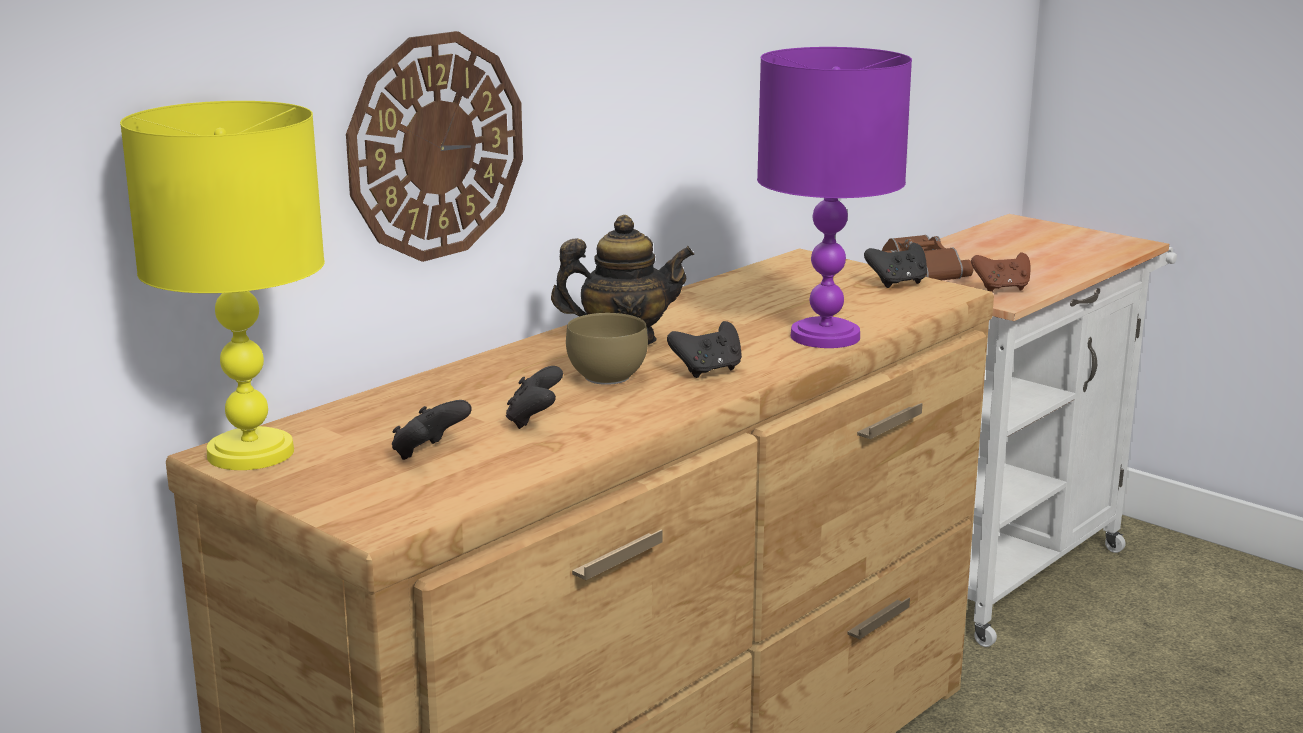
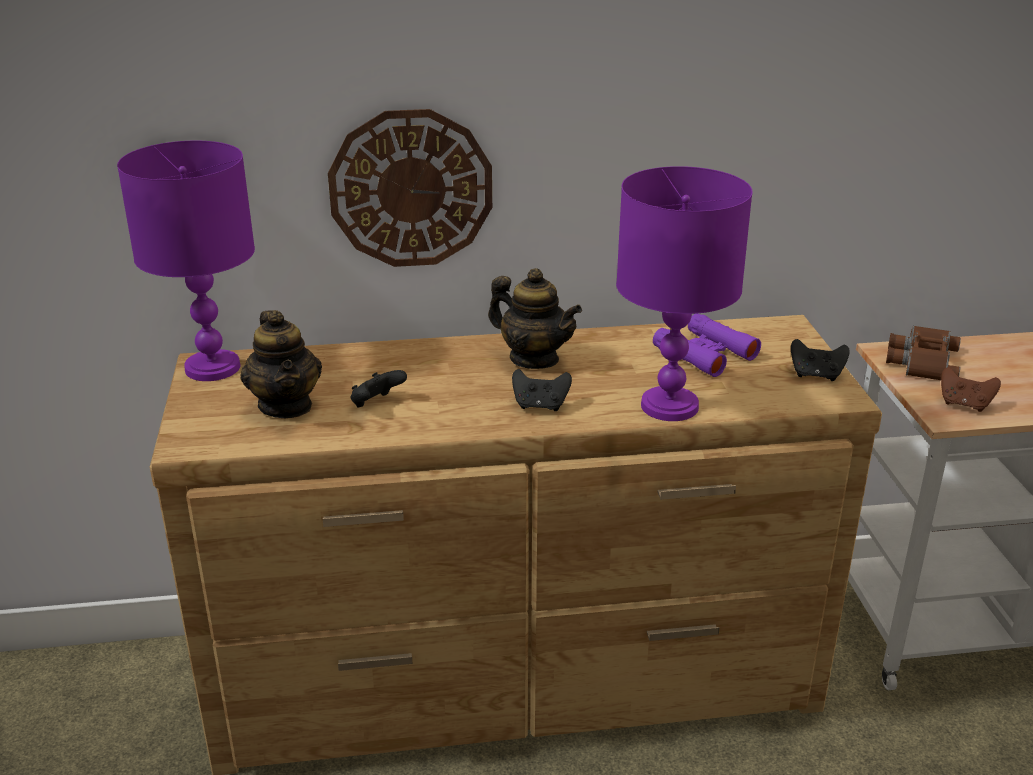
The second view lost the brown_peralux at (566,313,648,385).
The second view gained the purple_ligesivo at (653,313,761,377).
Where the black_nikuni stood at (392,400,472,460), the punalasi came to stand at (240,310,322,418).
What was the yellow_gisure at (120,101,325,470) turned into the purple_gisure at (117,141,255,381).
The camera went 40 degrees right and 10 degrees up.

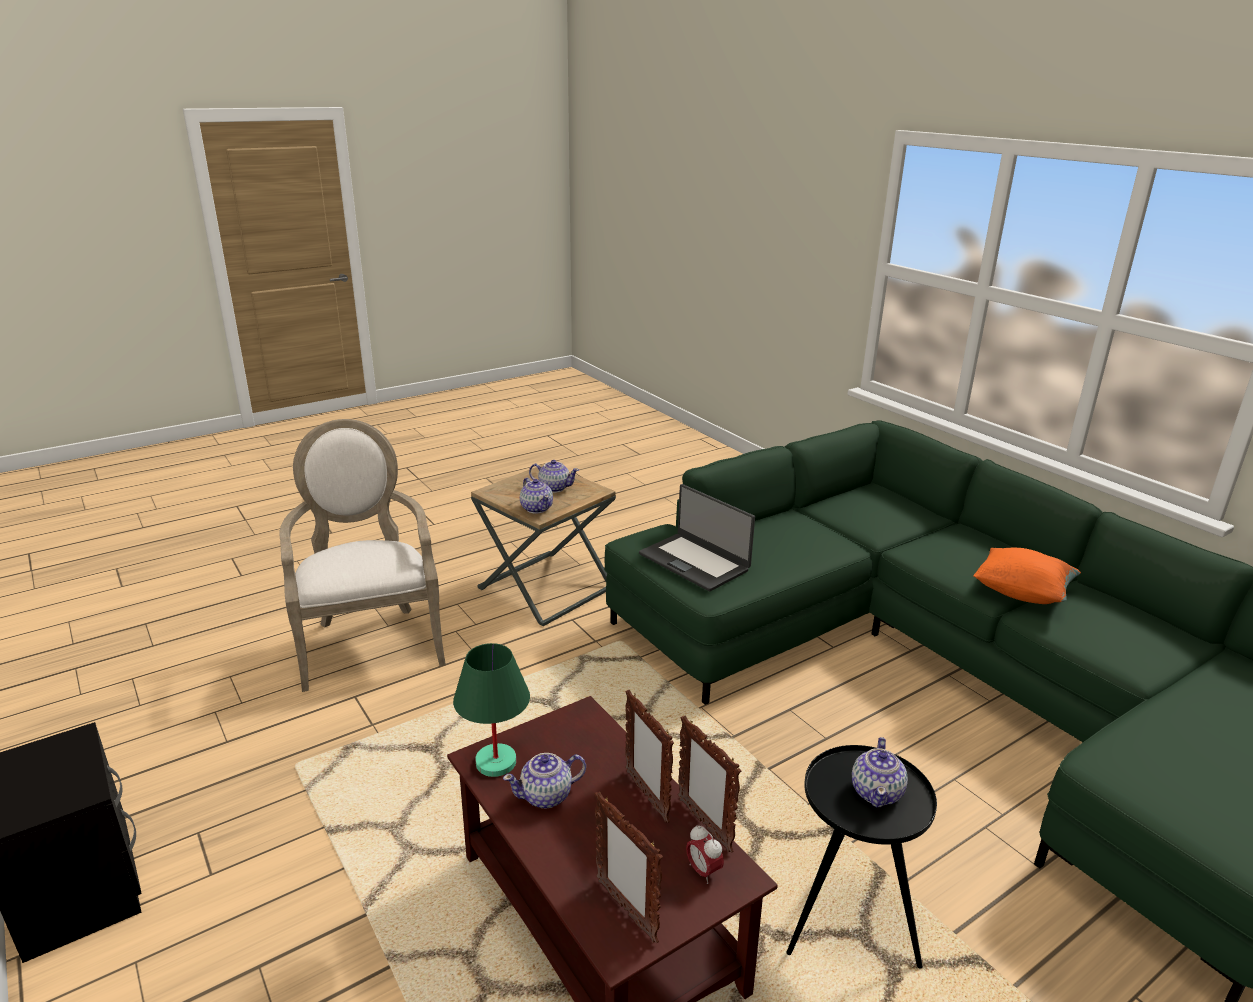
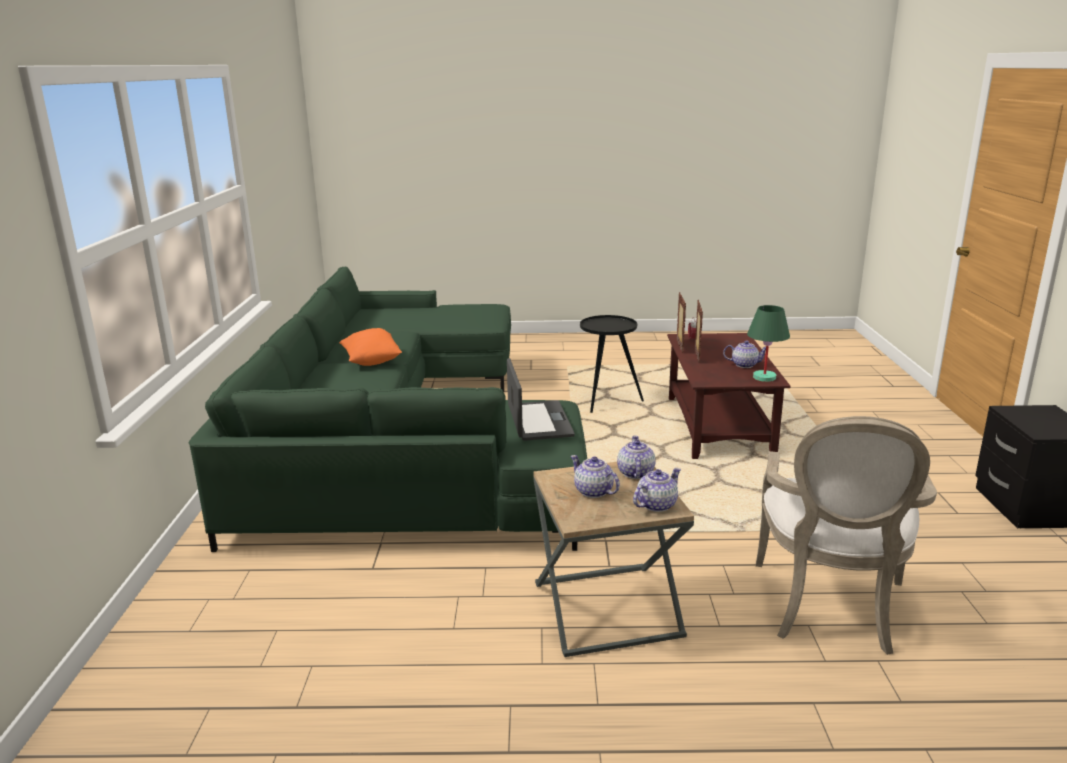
The second view lost the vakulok at (595,792,663,943).
The punalasi ended up elsewhere, having gone from (852,737,908,808) to (633,468,681,512).
The camera went 145 degrees left and 5 degrees down.

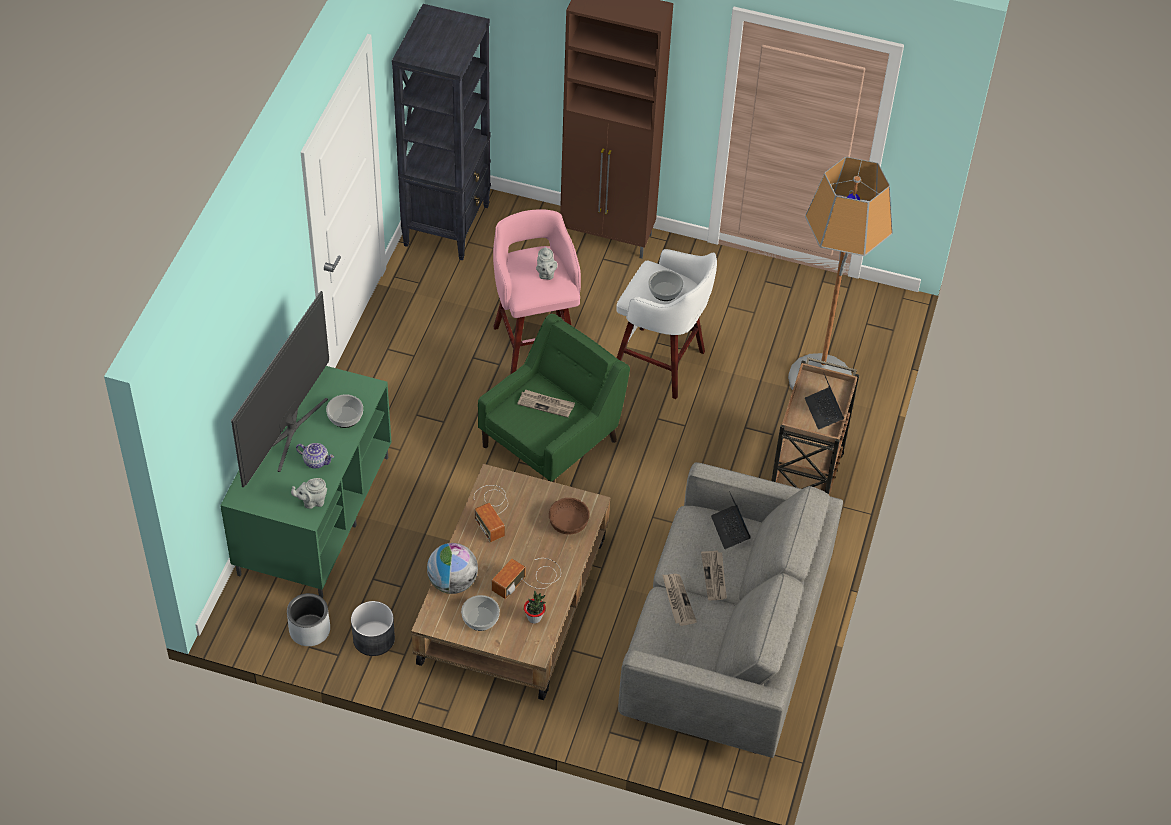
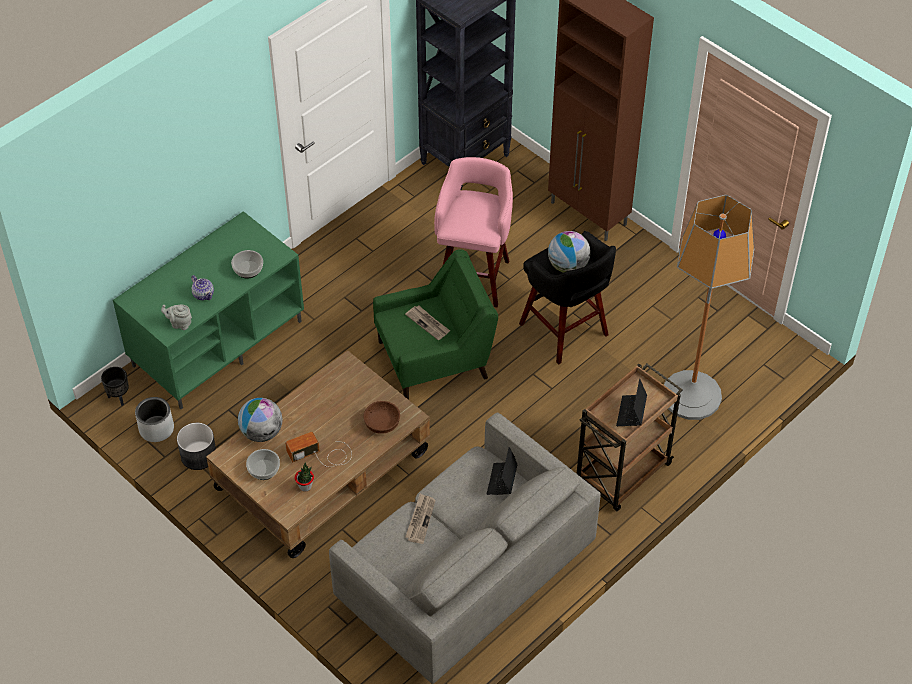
The second view lost the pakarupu at (231,291,329,487).
The second view lost the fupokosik at (474,485,508,542).
The second view lost the grey_punalasi at (536,247,558,280).
The second view lost the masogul at (701,551,727,600).
The second view gained the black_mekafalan at (101,367,129,406).
Where the peralux stood at (648,270,683,301), the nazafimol came to stand at (548,231,591,273).
What was the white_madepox at (616,249,717,399) turned into the black_madepox at (519,231,616,364).
The camera went 30 degrees right and 0 degrees up.

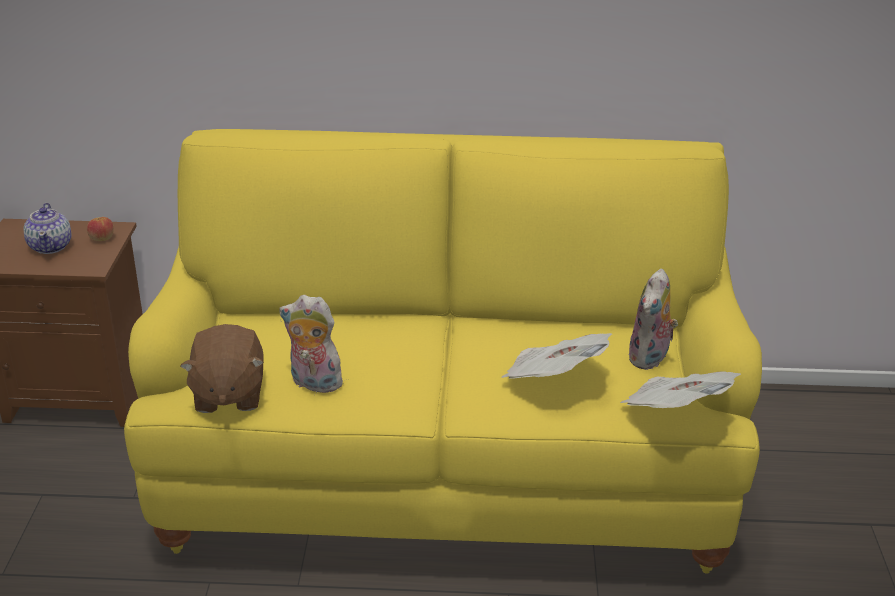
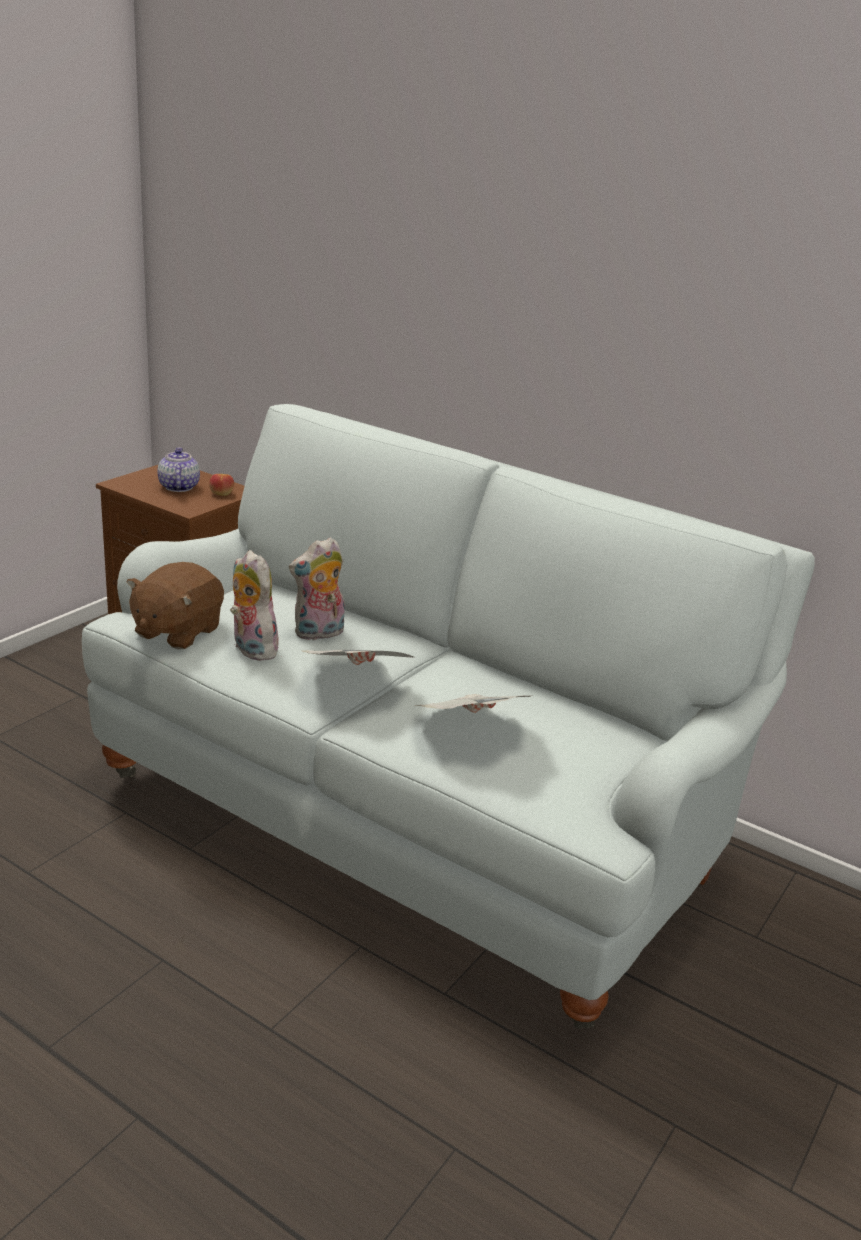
The masogul ended up elsewhere, having gone from (620,371,741,408) to (301,650,414,665).
The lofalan ended up elsewhere, having gone from (629,268,678,370) to (289,537,345,641).
What was the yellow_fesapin at (124,129,762,574) turned into the white_fesapin at (82,404,815,1029).
The punalasi at (24,203,71,254) ended up facing another way, 150 degrees clockwise from before.
The camera went 30 degrees right and 5 degrees down.

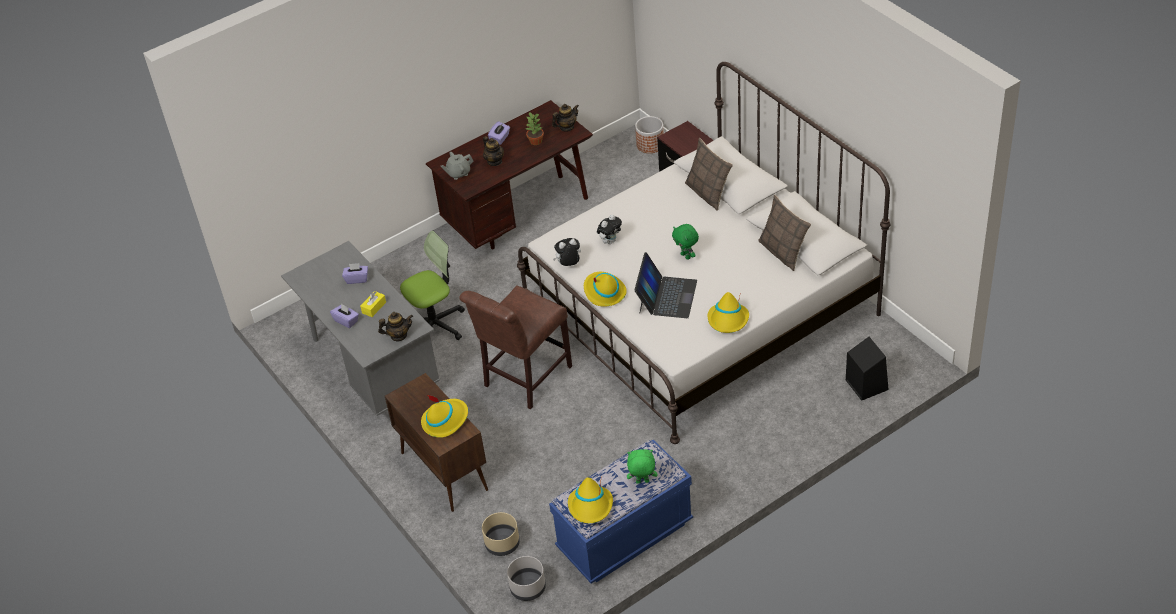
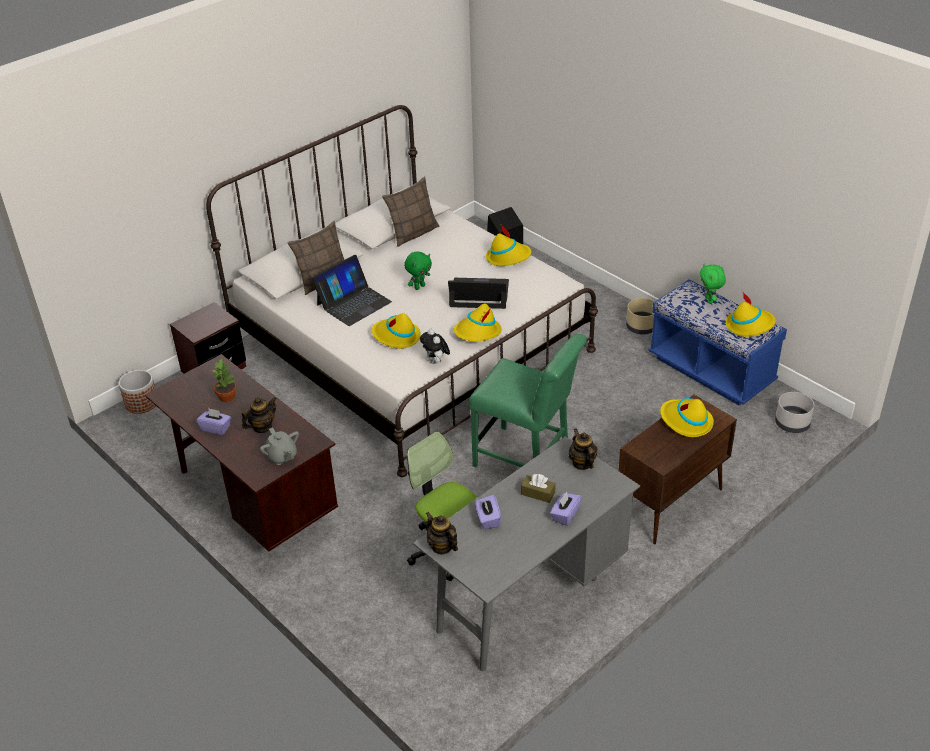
The second view gained the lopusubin at (312,255,392,326).
The beige_mekafalan ended up elsewhere, having gone from (482,512,520,556) to (626,298,655,334).
The punalasi ended up elsewhere, having gone from (552,104,579,131) to (426,512,458,555).
Where the lofalan stood at (597,215,622,244), the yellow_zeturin came to stand at (372,313,421,349).
What was the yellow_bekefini at (360,291,386,317) turned into the brown_bekefini at (521,474,556,503).
What was the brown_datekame at (459,285,572,409) turned into the green_datekame at (469,334,587,467).
The camera went 100 degrees left and 5 degrees down.

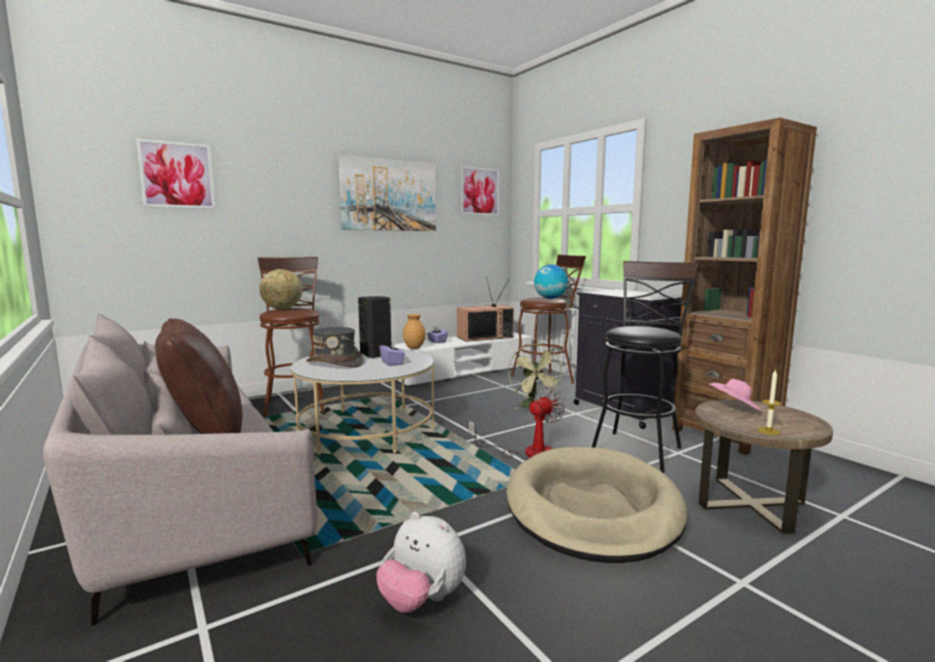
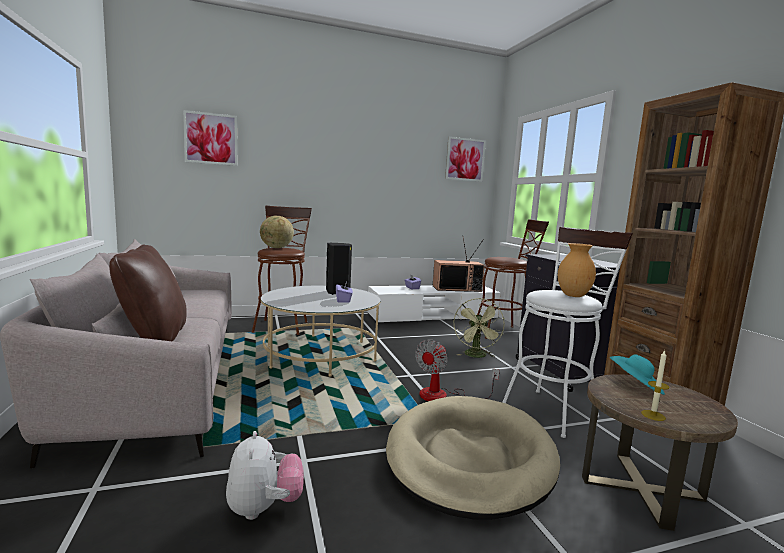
The second view lost the grey_zeturin at (306,327,364,367).
The second view lost the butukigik at (338,155,436,231).
The second view lost the nazafimol at (534,265,568,299).
The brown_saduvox ended up elsewhere, having gone from (403,314,426,349) to (558,243,596,297).
What was the black_madepox at (592,261,699,473) turned into the white_madepox at (502,227,633,438).
What was the pink_zeturin at (709,379,763,412) turned into the turquoise_zeturin at (610,354,665,395).
The lofalan at (376,512,466,613) ended up facing another way, 150 degrees counterclockwise from before.
The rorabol at (469,386,565,459) ended up facing another way, 150 degrees clockwise from before.
The camera went 15 degrees right and 0 degrees up.

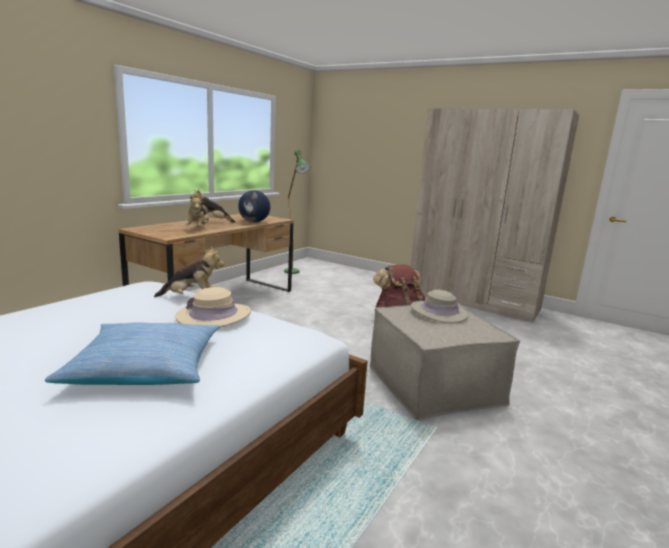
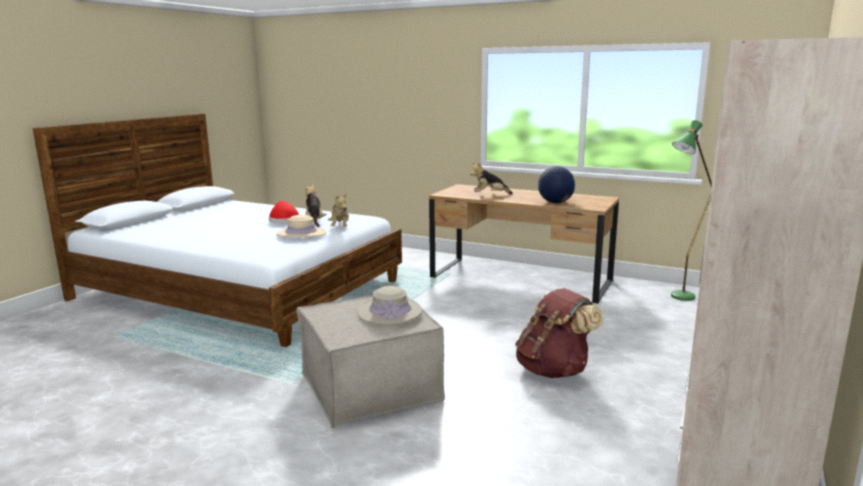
The second view lost the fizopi at (45,323,220,385).
The second view gained the red_zeturin at (269,201,299,223).
The lofalan ended up elsewhere, having gone from (190,189,235,223) to (304,184,326,227).
The camera went 85 degrees right and 0 degrees up.

